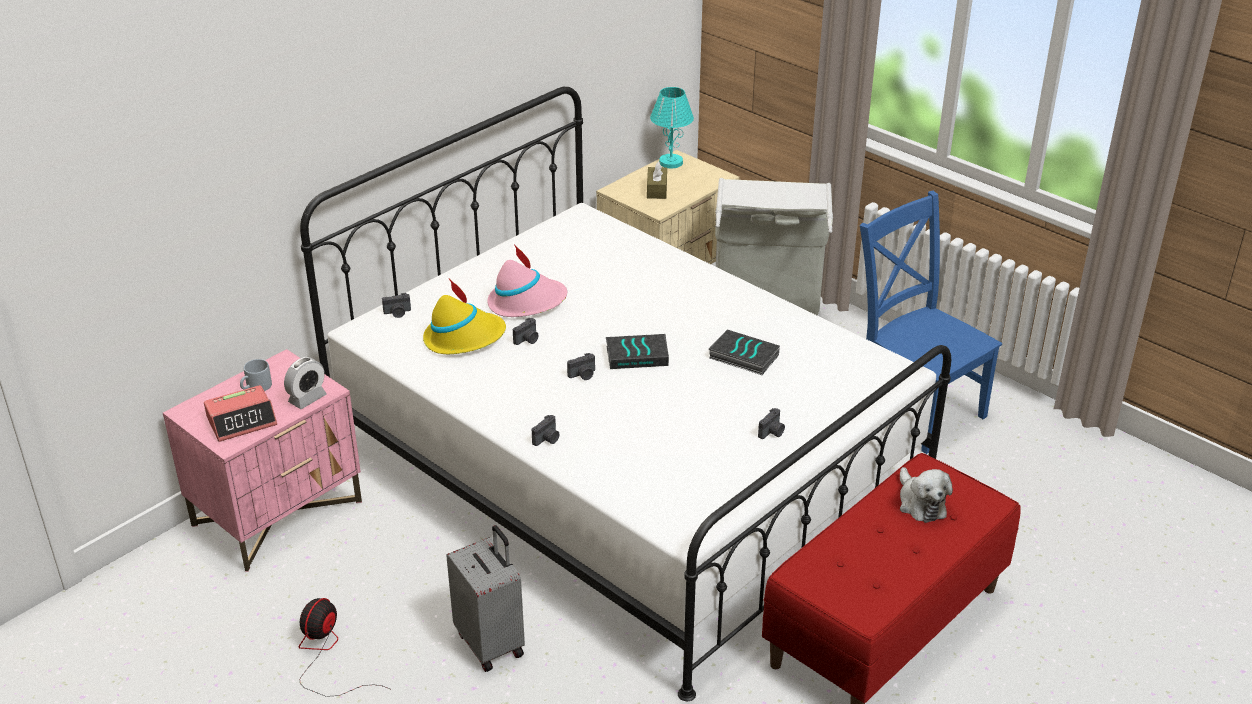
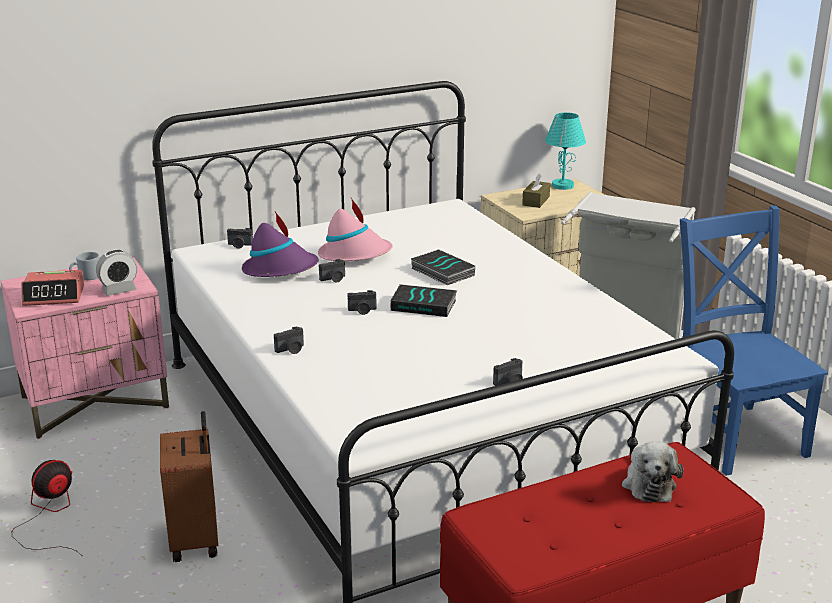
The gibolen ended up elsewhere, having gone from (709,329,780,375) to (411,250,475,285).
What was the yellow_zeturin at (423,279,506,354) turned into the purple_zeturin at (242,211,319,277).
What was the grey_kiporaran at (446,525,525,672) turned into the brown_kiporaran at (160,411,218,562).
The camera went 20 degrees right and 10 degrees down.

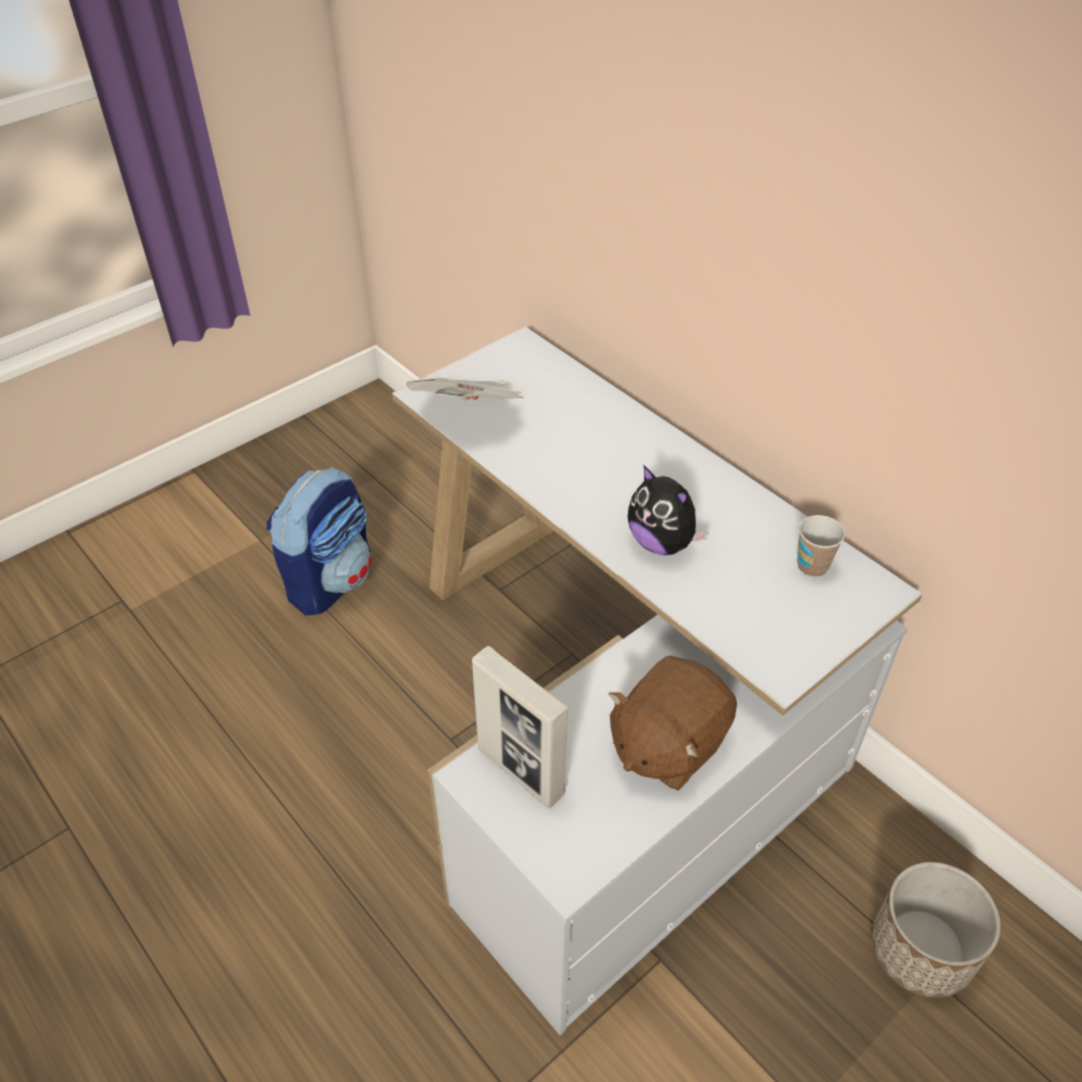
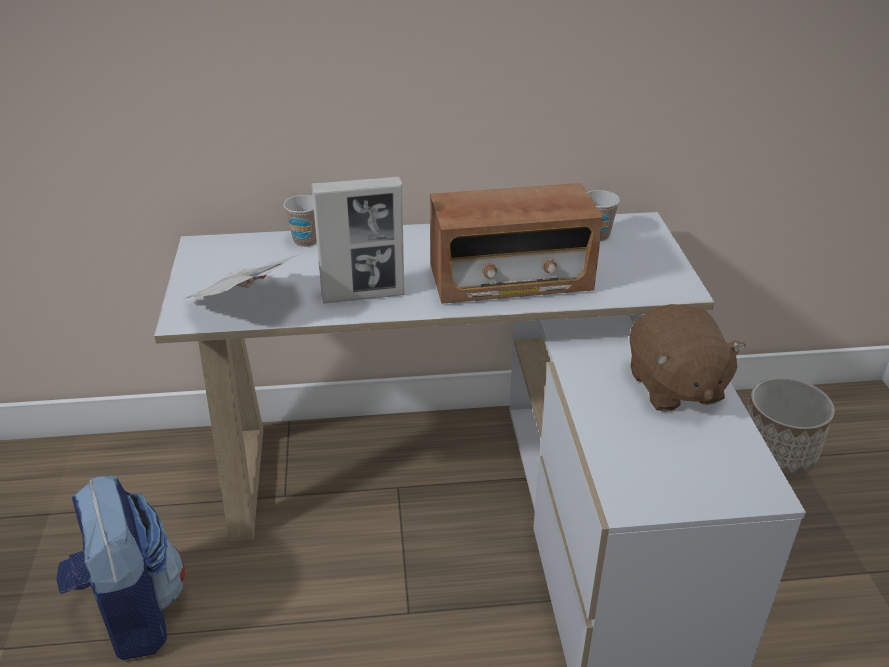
The second view gained the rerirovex at (284,195,317,247).
The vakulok ended up elsewhere, having gone from (472,645,569,808) to (311,177,405,304).
Where the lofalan stood at (628,466,709,555), the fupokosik came to stand at (430,183,603,304).
The camera went 55 degrees left and 10 degrees down.

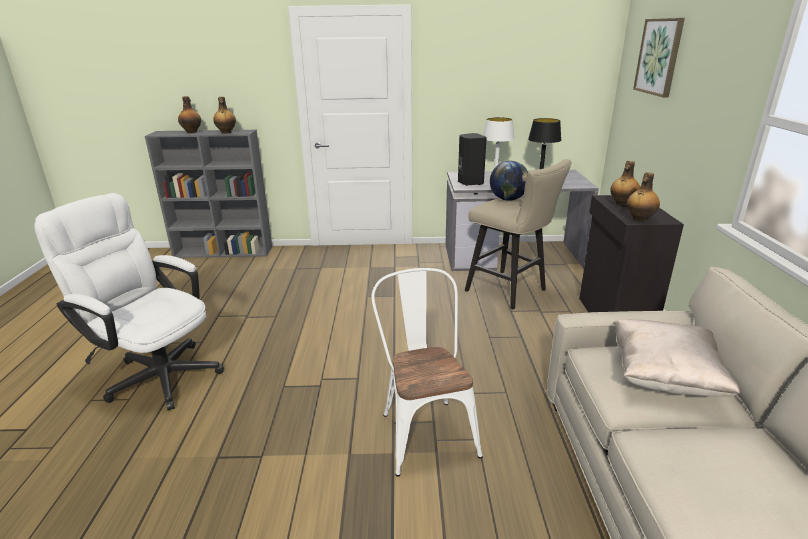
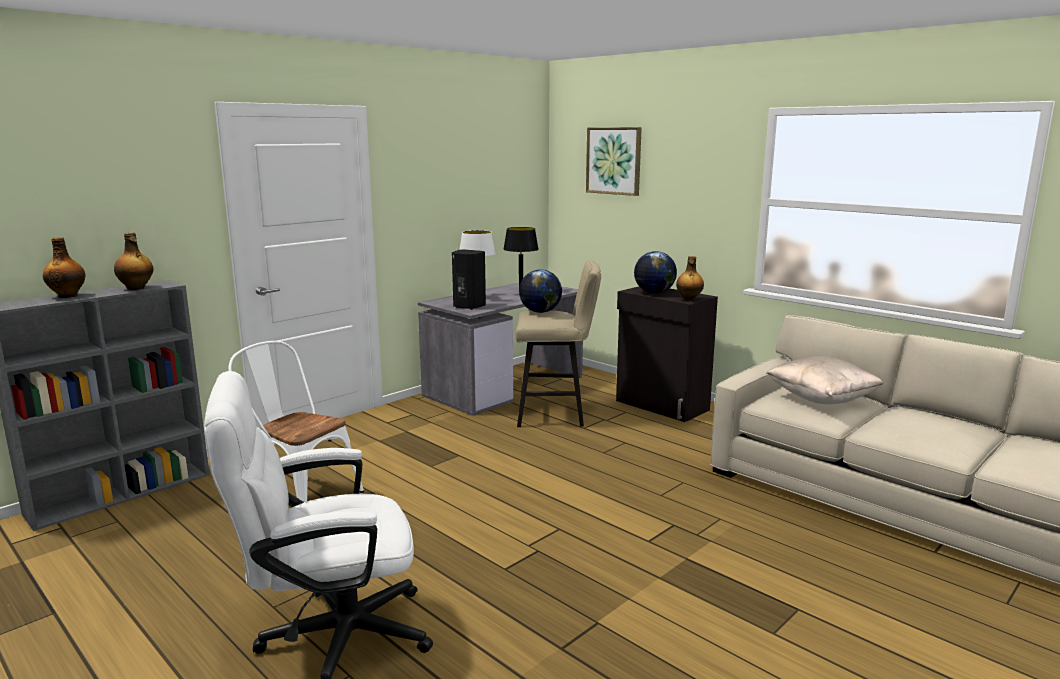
The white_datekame ended up elsewhere, having gone from (372,268,483,476) to (228,341,364,502).
Where the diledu stood at (610,161,640,207), the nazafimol came to stand at (634,251,677,294).
The camera went 45 degrees left and 10 degrees down.

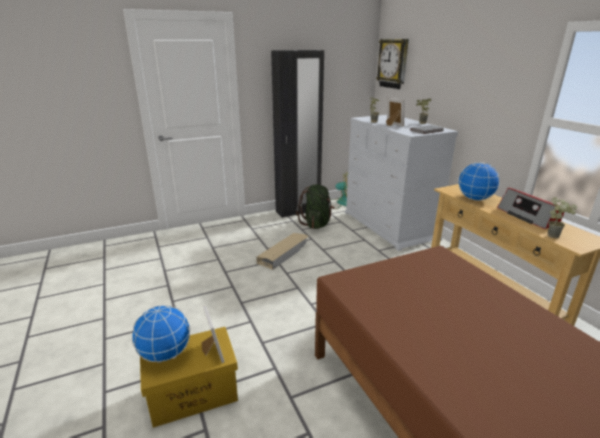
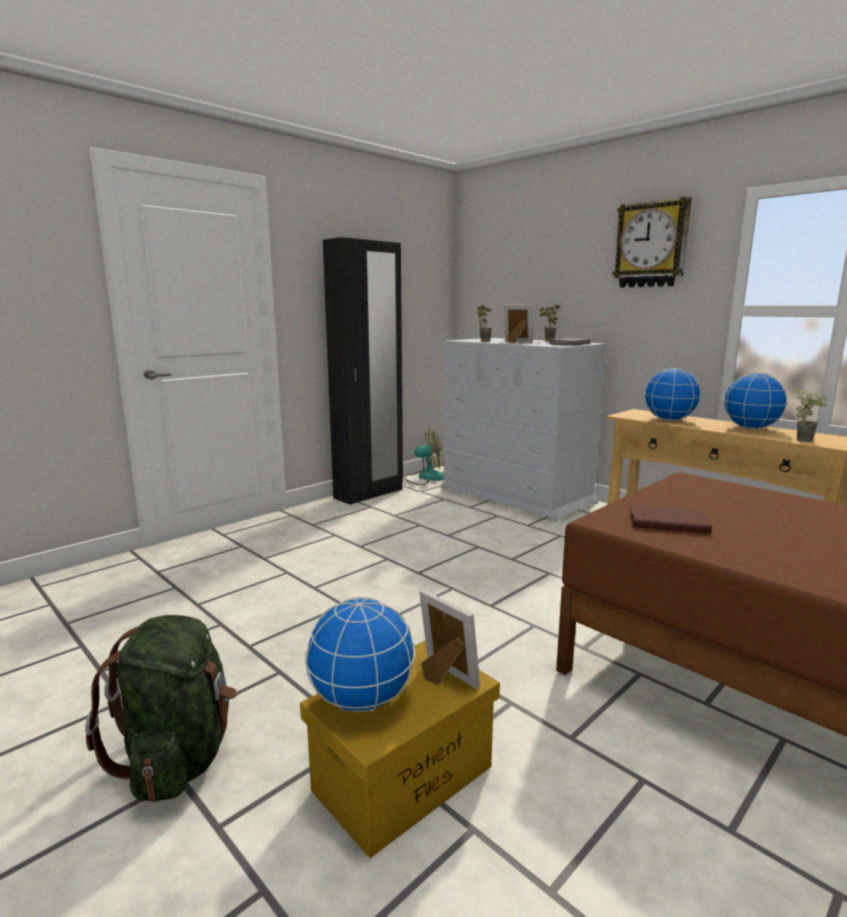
The second view lost the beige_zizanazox at (256,233,309,270).
The second view gained the brown_gibolen at (629,505,712,534).
The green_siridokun ended up elsewhere, having gone from (296,184,335,229) to (85,615,237,802).
The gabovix ended up elsewhere, having gone from (376,39,409,89) to (612,197,692,287).
Where the fupokosik stood at (497,188,564,229), the nazafimol came to stand at (724,373,788,429).
The camera went 20 degrees left and 10 degrees down.

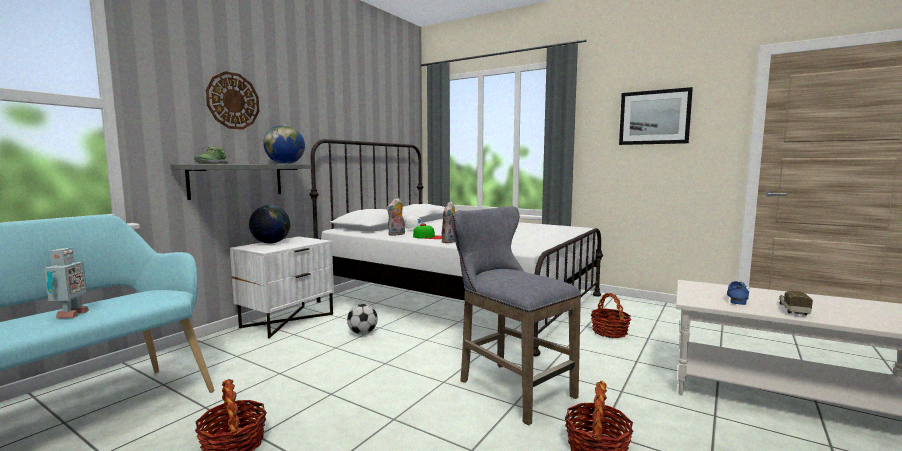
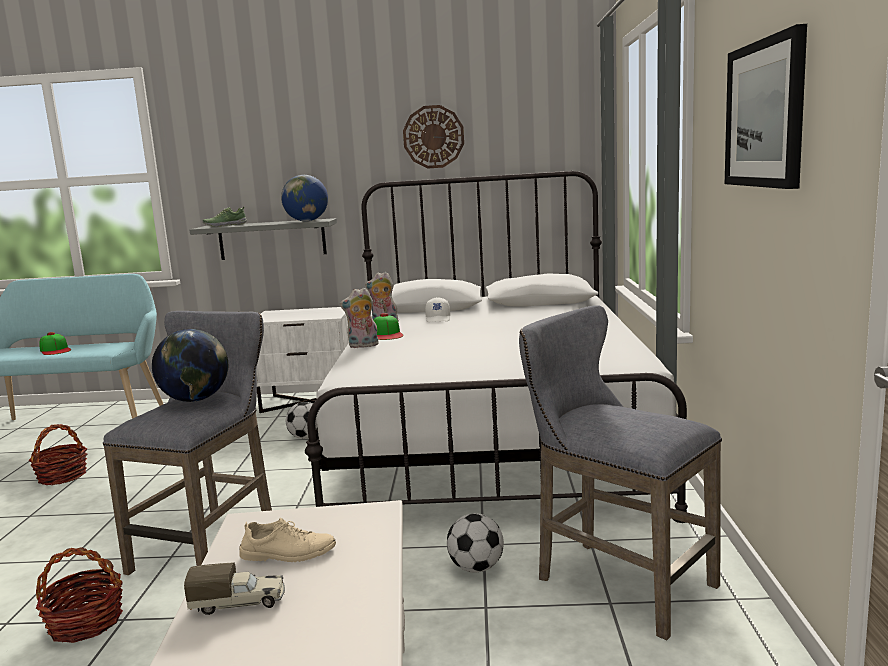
The second view gained the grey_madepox at (519,305,722,640).
The gabovix ended up elsewhere, having gone from (206,71,259,130) to (403,105,464,169).
The nazafimol ended up elsewhere, having gone from (249,205,290,244) to (152,329,228,402).
Where the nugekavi stood at (44,248,89,318), the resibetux came to stand at (39,332,72,355).
Where the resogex stood at (591,293,631,338), the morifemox came to stand at (447,513,504,573).
What was the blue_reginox at (727,281,750,305) turned into the beige_reginox at (239,518,336,562).
The camera went 60 degrees right and 5 degrees up.

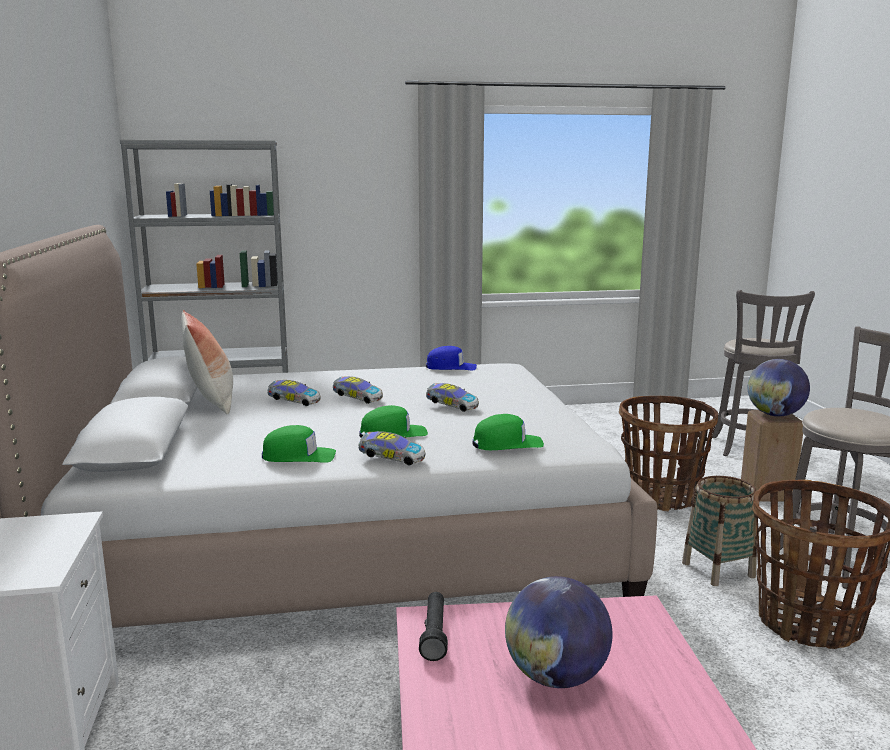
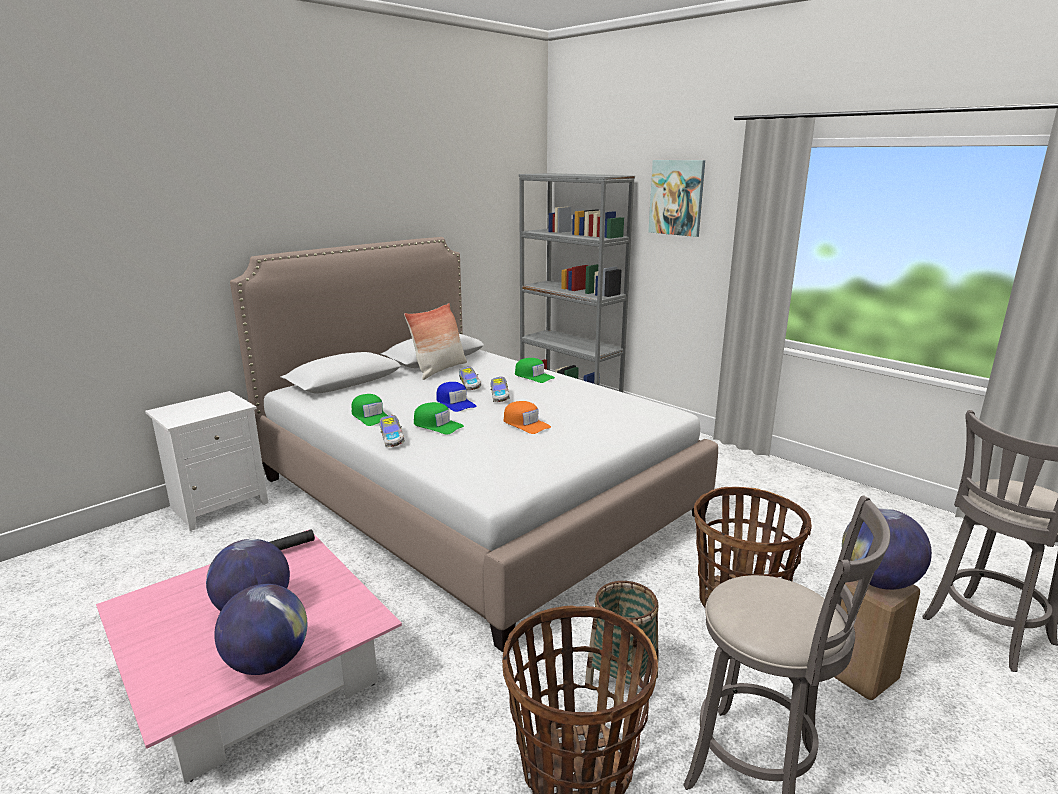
The second view gained the nazafimol at (214,584,307,675).
The second view gained the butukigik at (648,160,705,237).
The blue_resibetux ended up elsewhere, having gone from (426,346,477,370) to (436,382,476,412).
The green_resibetux ended up elsewhere, having gone from (472,414,544,450) to (515,358,555,383).
Where the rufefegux stood at (426,383,479,412), the orange_resibetux came to stand at (503,401,551,434).
The camera went 55 degrees right and 5 degrees up.

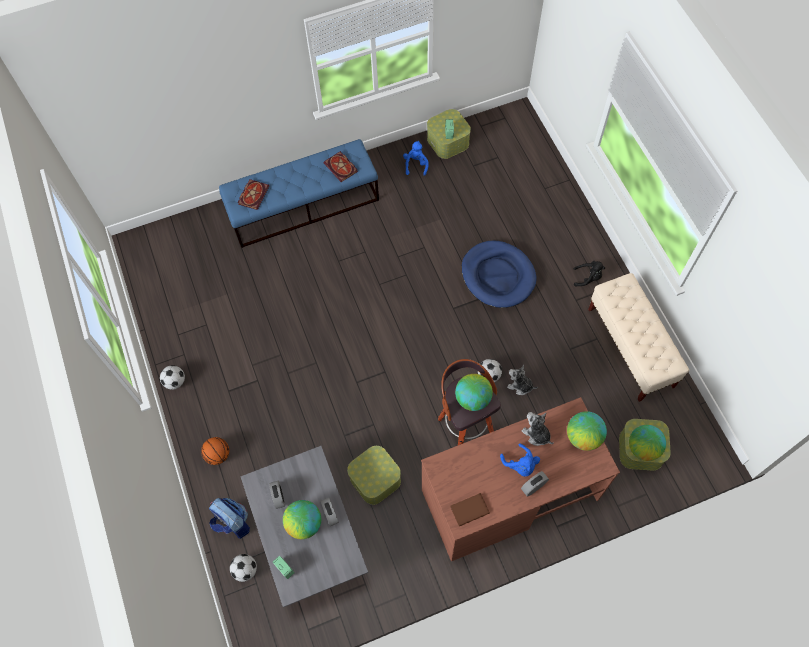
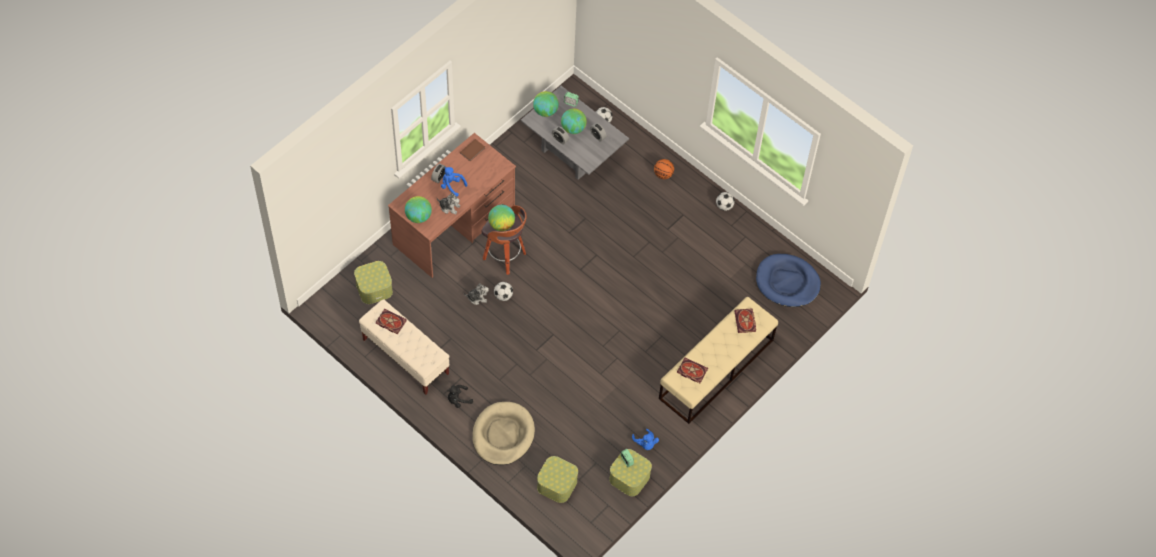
The second view lost the siridokun at (209,498,250,539).
The second view gained the gibolen at (376,309,407,334).
The second view gained the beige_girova at (472,402,535,465).
The zizanazox ended up elsewhere, having gone from (347,446,401,505) to (537,456,578,503).
The blue_girova ended up elsewhere, having gone from (461,241,536,308) to (756,254,821,307).
The nazafimol ended up elsewhere, having gone from (629,425,666,461) to (533,91,559,117).
What was the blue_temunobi at (219,139,379,248) turned into the beige_temunobi at (659,297,778,424).
The camera went 150 degrees right and 5 degrees down.

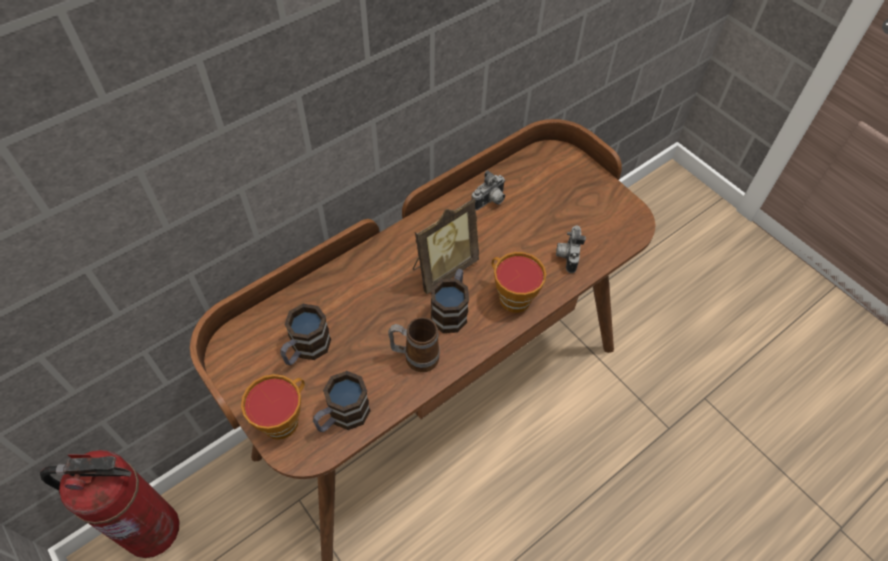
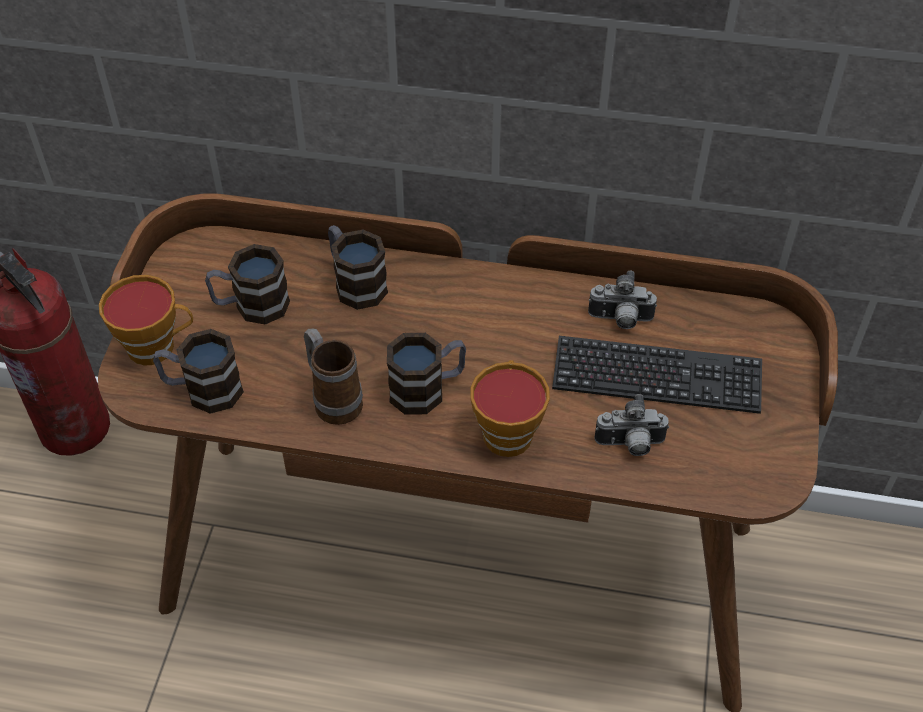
The second view lost the vakulok at (413,197,479,294).
The second view gained the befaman at (328,225,388,310).
The second view gained the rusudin at (552,336,762,414).
The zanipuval at (556,225,586,273) ended up facing another way, 150 degrees counterclockwise from before.
The camera went 50 degrees right and 5 degrees down.

